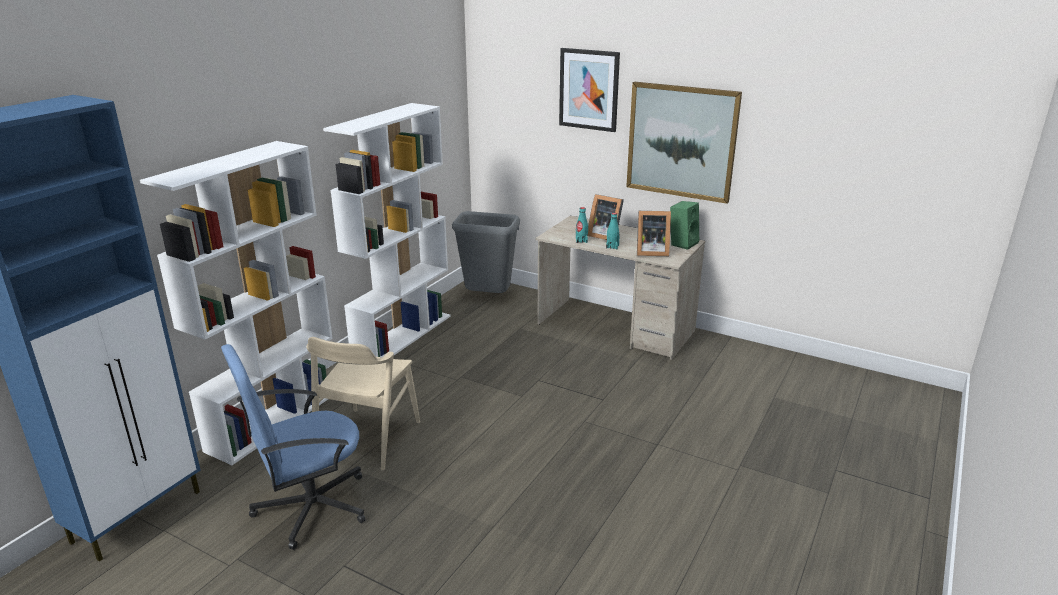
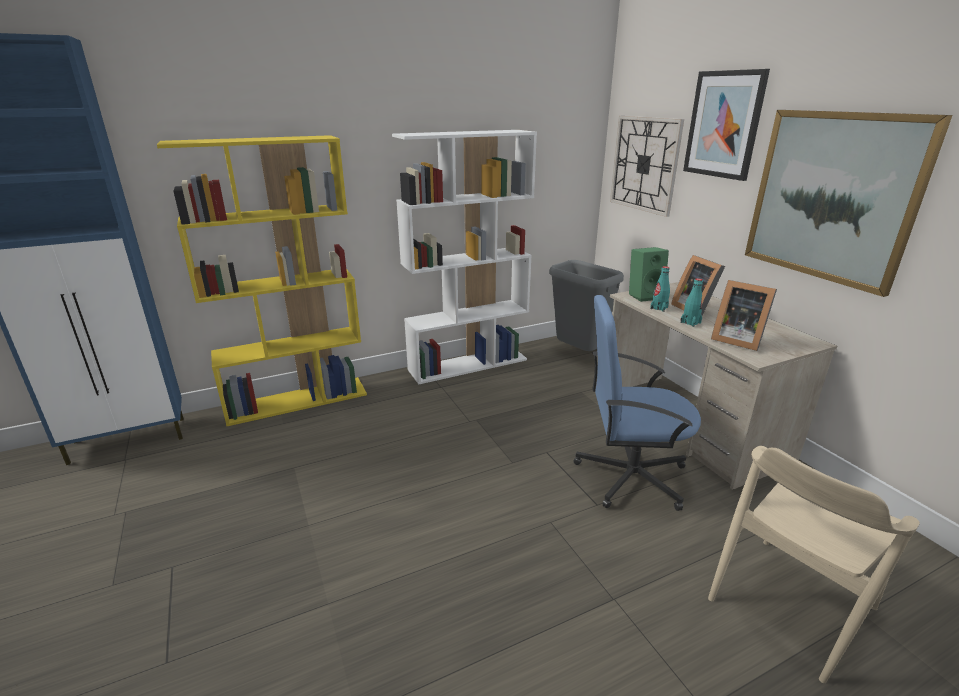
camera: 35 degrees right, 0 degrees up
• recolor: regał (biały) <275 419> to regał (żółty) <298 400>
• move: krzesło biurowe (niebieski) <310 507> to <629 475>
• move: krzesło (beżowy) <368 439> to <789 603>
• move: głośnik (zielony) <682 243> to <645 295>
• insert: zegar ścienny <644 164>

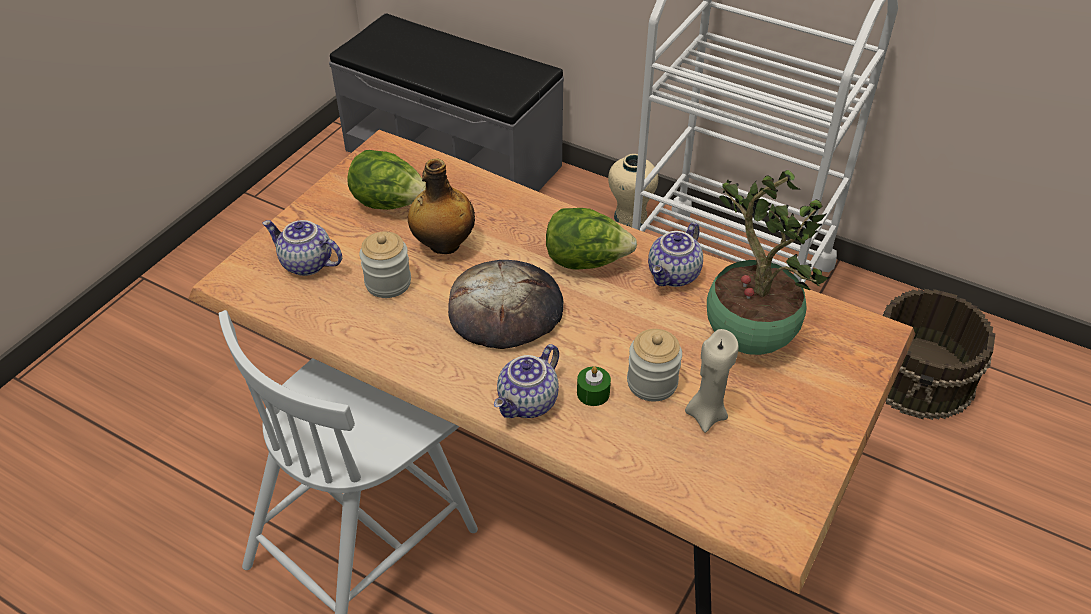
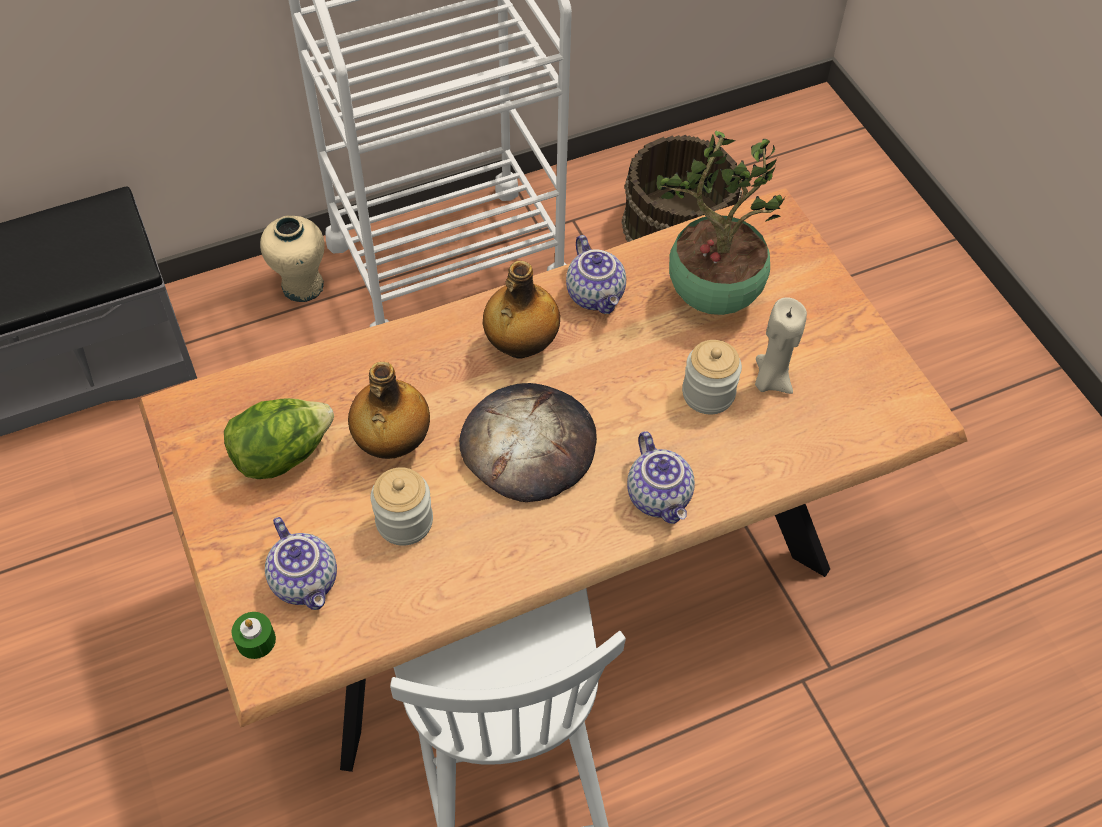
camera: 55 degrees left, 10 degrees up
• rotate: imbryk <306 264> = <307 581> 90 degrees counterclockwise
• replace: sałata <586 261> to butelka <520 346>
• move: świeca (zielony) <593 393> to <256 640>

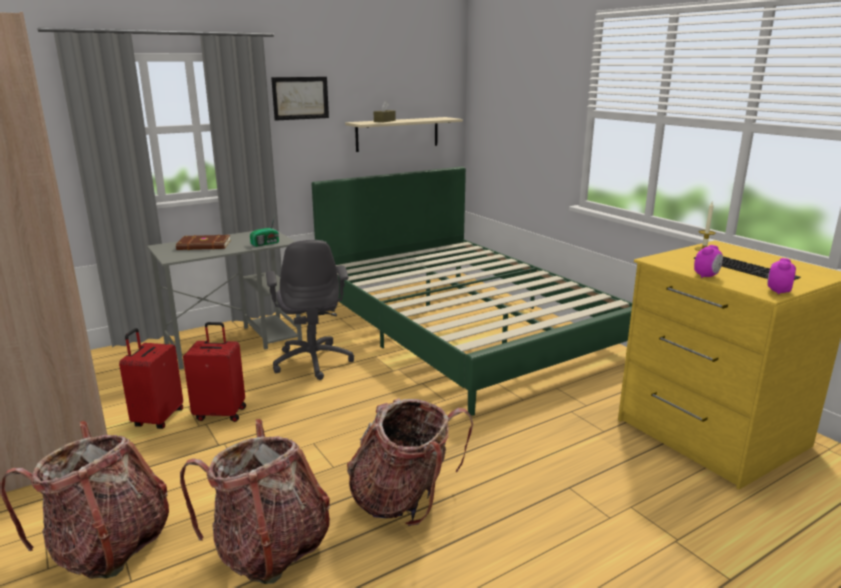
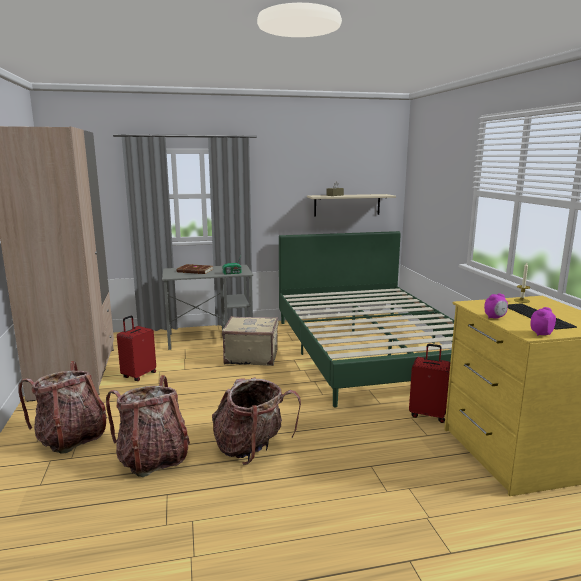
camera: 20 degrees right, 5 degrees down
• move: walizka (czerwony) <221 413> to <428 414>
• replace: krzesło biurowe (szary) <313 361> to walizka (beżowy) <251 356>
• delete: obraz <300 98>

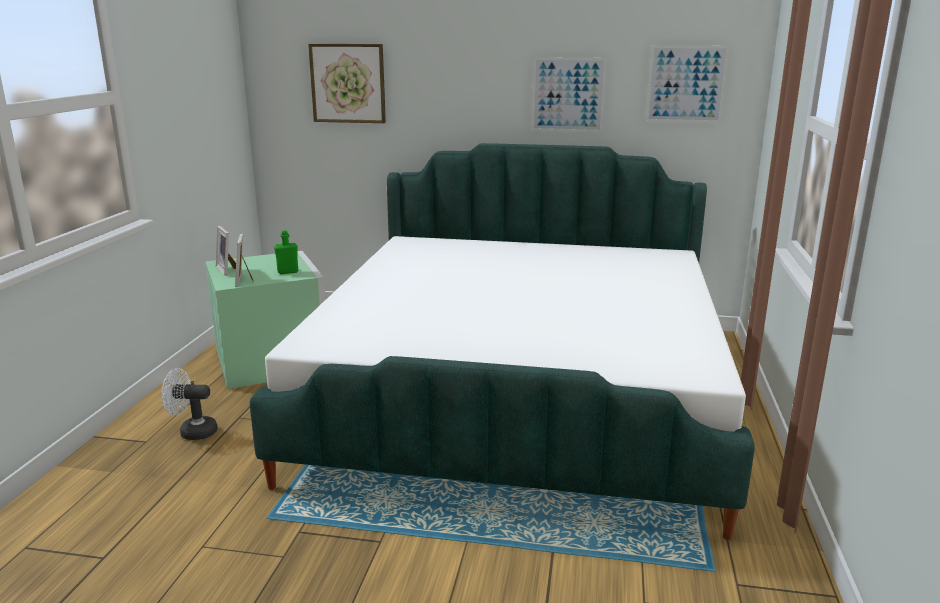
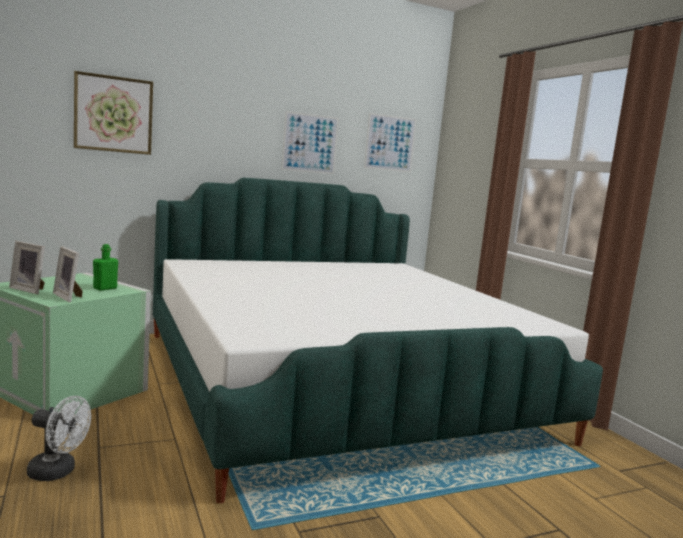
camera: 35 degrees left, 10 degrees down
• rotate: wentylator (biały) <192 432> = <58 472> 135 degrees counterclockwise

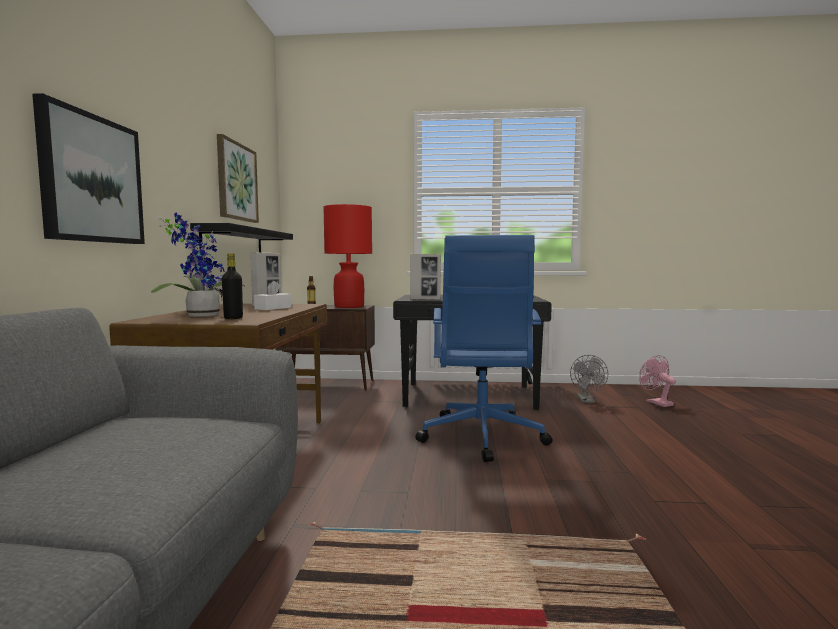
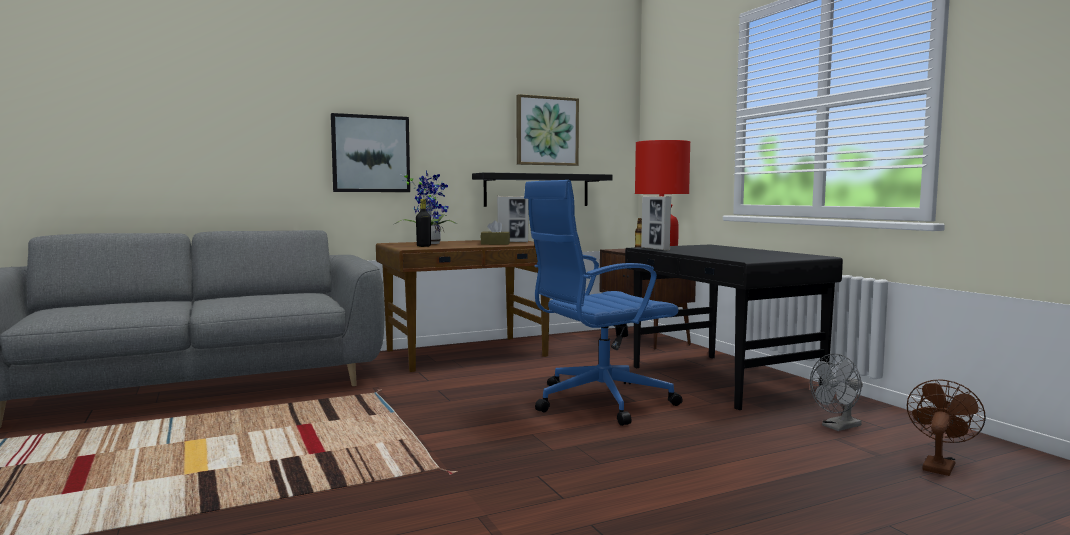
camera: 60 degrees right, 0 degrees up
• recolor: pudełko chusteczek (biały) <273 308> to pudełko chusteczek (brązowy) <495 244>
• recolor: wentylator (różowy) <656 402> to wentylator (brązowy) <939 465>

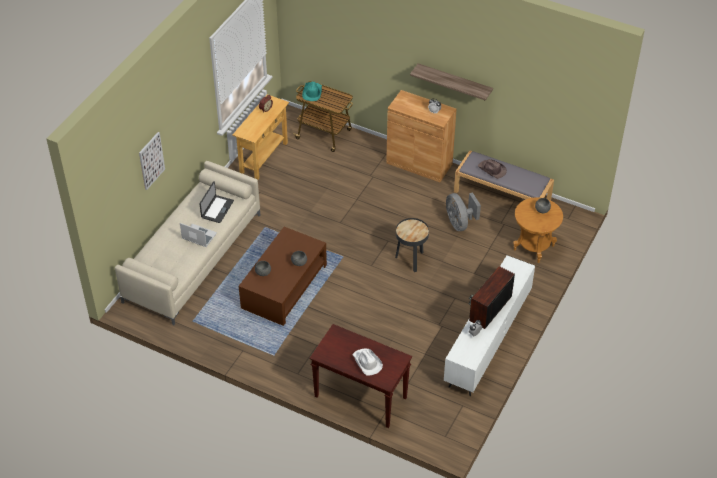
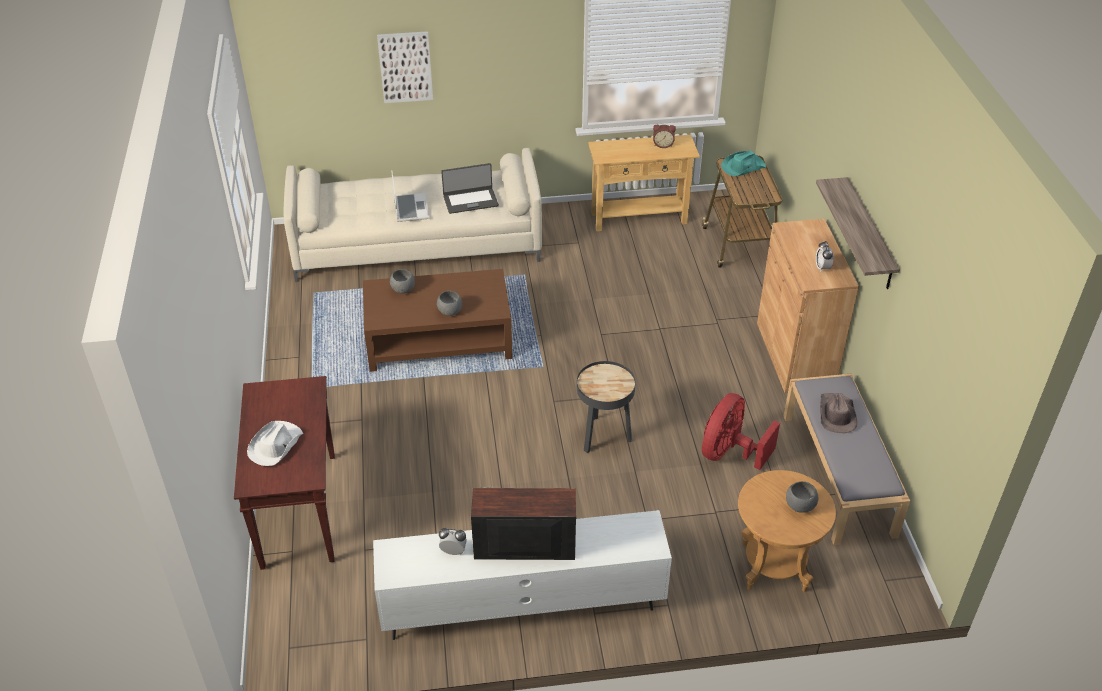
camera: 55 degrees right, 5 degrees down
• recolor: wentylator (szary) <459 223> to wentylator (czerwony) <729 453>

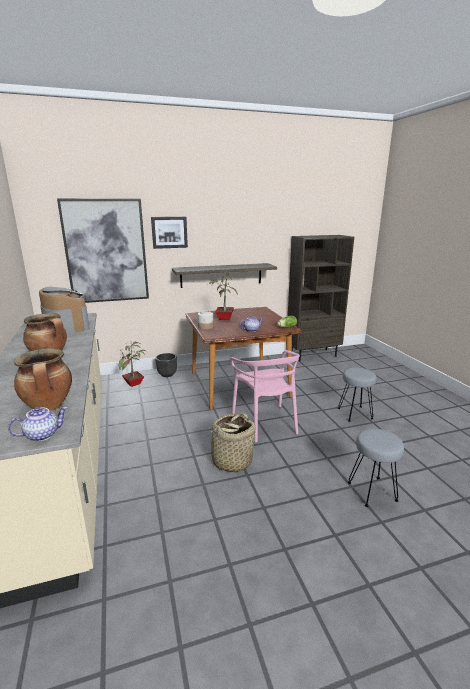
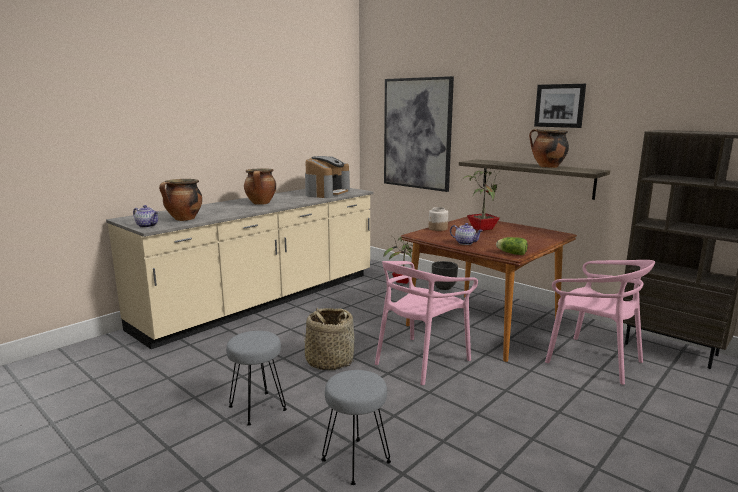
camera: 60 degrees right, 5 degrees down
• move: obraz <169 232> to <559 105>
• move: stołek (szary) <354 413> to <257 408>
• insert: garnek <547 167>
• insert: krzesło (różowy) <593 360>

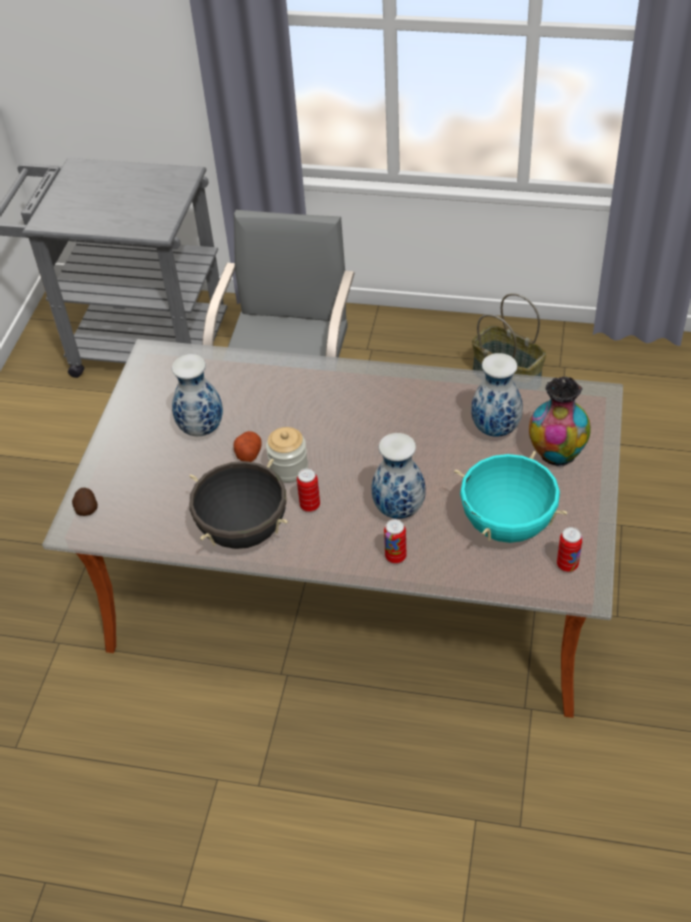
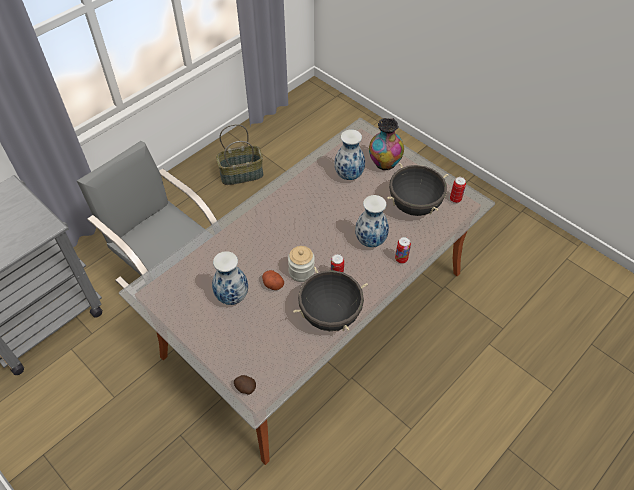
camera: 60 degrees left, 5 degrees up
• recolor: garnek (turkusowy) <507 525> to garnek (czarny) <414 206>

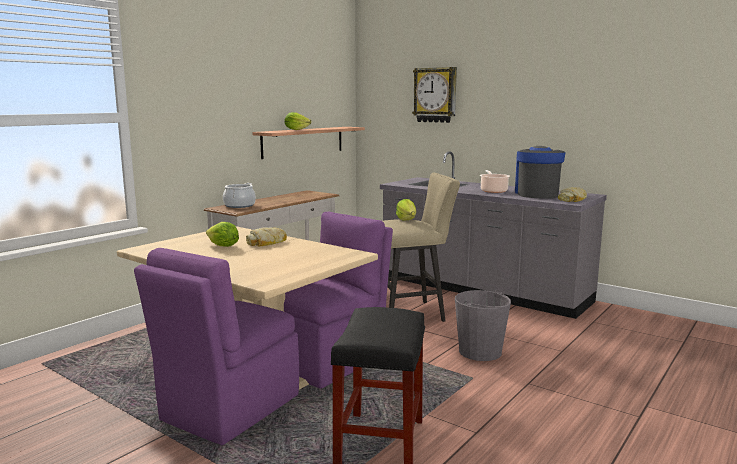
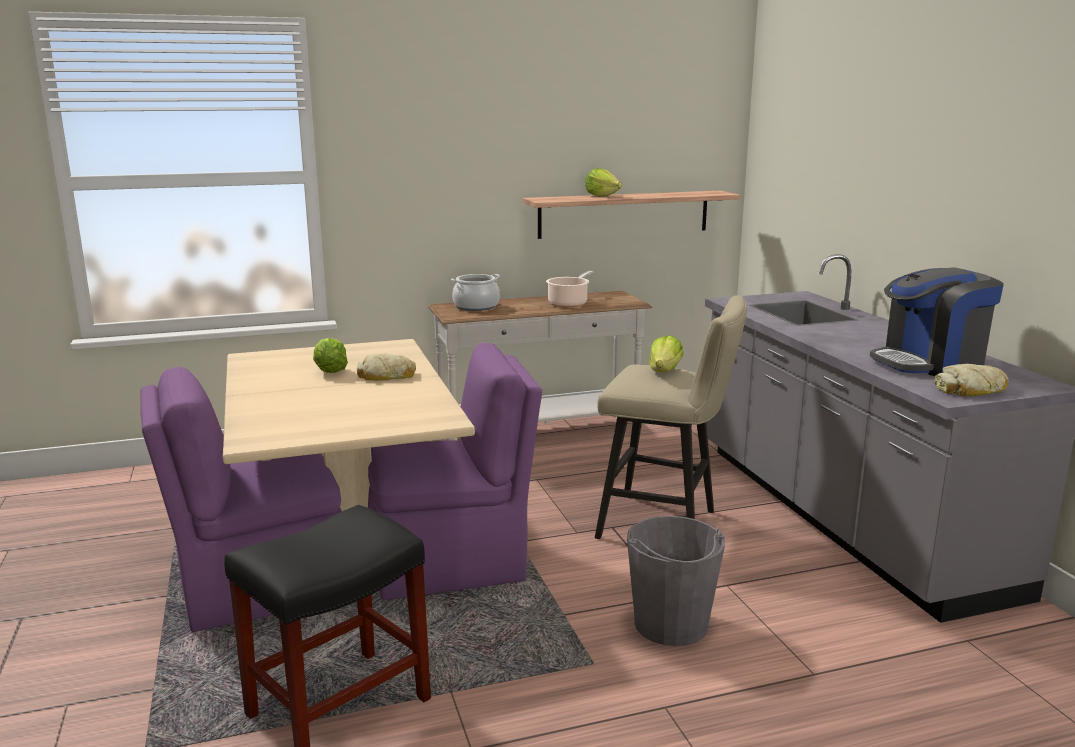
camera: 35 degrees right, 5 degrees up
• delete: zegar ścienny <435 95>
• move: garnek <493 191> to <569 303>
• rotate: ekspres do kawy <537 194> = <930 363> 150 degrees counterclockwise

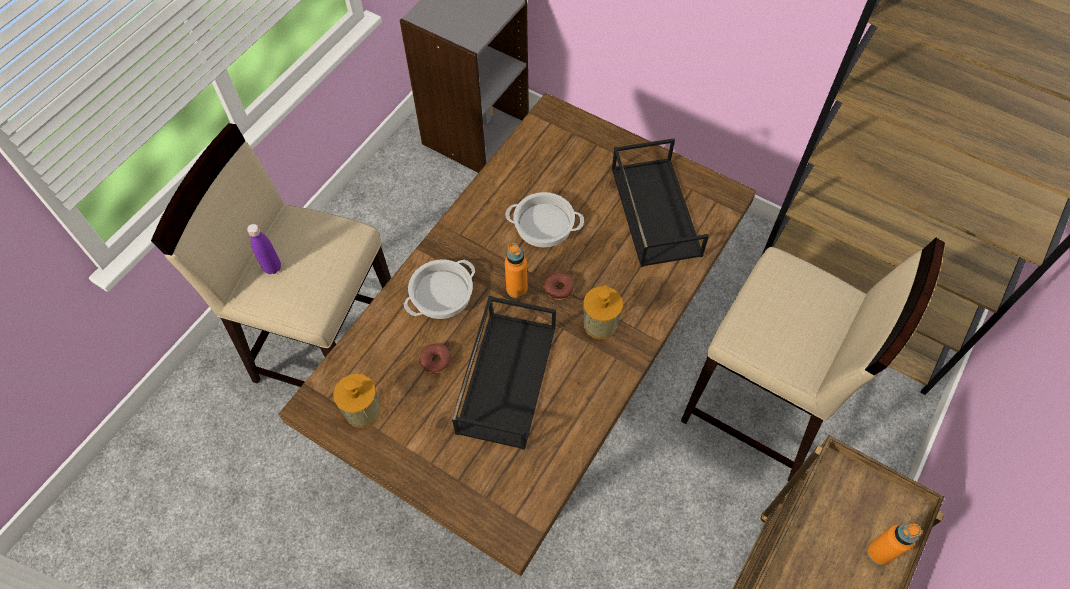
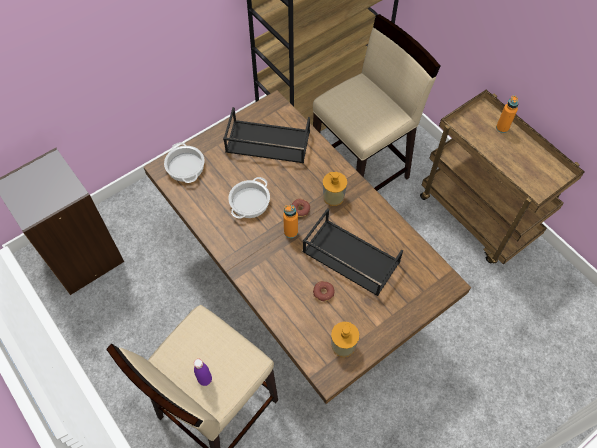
camera: 70 degrees left, 0 degrees up
• move: garnek <441 293> to <185 166>

